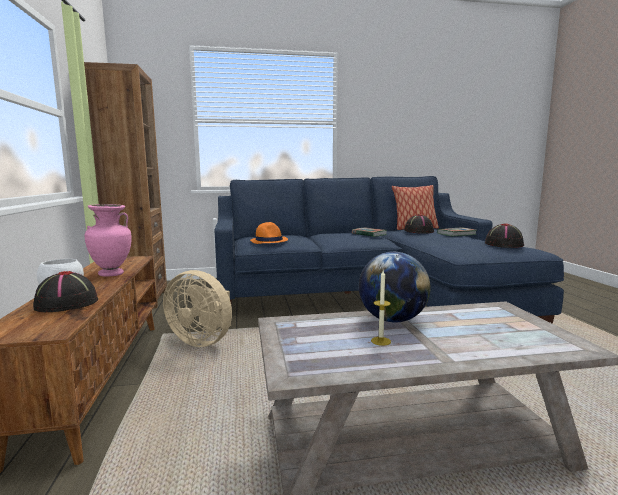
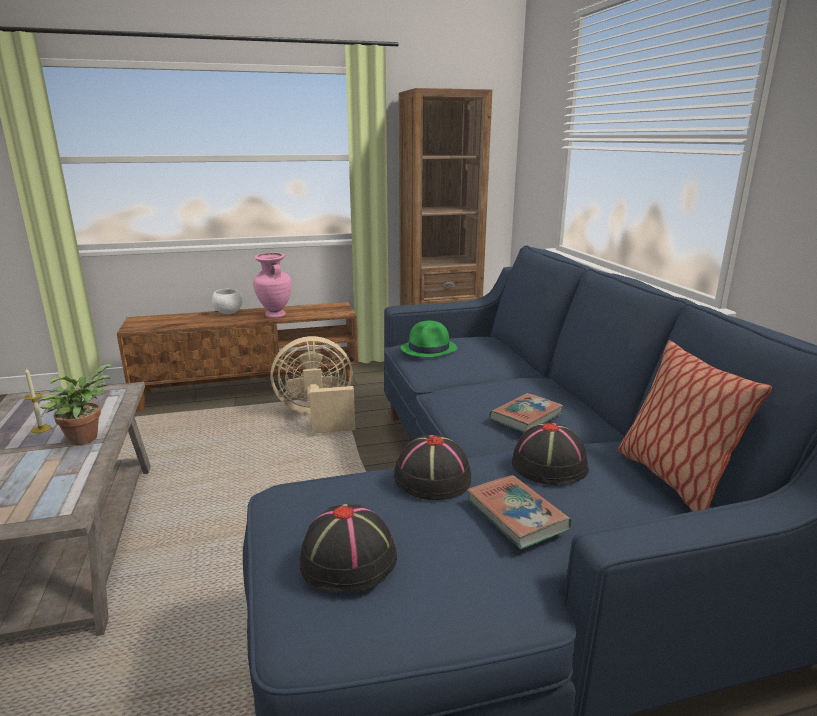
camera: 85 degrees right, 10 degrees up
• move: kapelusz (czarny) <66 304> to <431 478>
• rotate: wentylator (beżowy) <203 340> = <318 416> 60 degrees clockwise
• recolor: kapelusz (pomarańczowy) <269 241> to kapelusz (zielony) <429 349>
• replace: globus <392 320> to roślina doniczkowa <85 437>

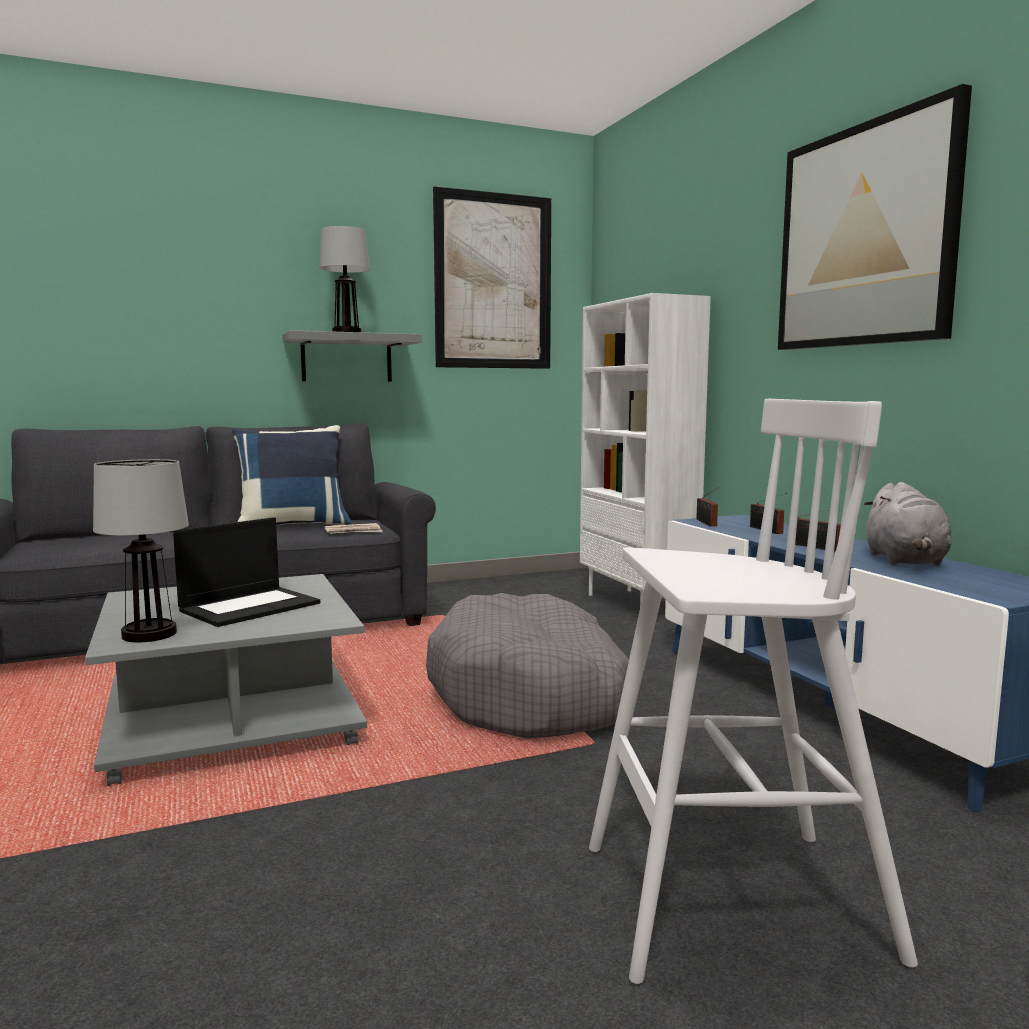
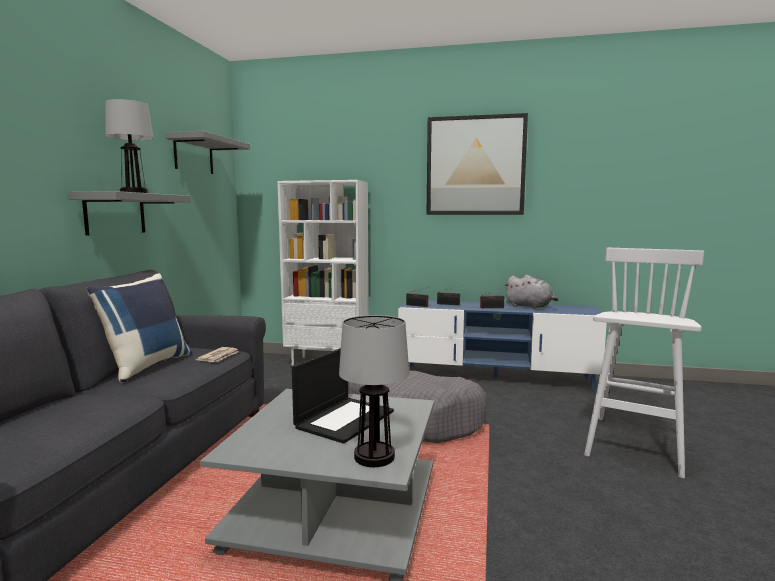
camera: 55 degrees left, 0 degrees up
• rotate: laptop <250 606> = <344 419> 45 degrees clockwise
• replace: obraz <493 281> to półka (szary) <193 155>

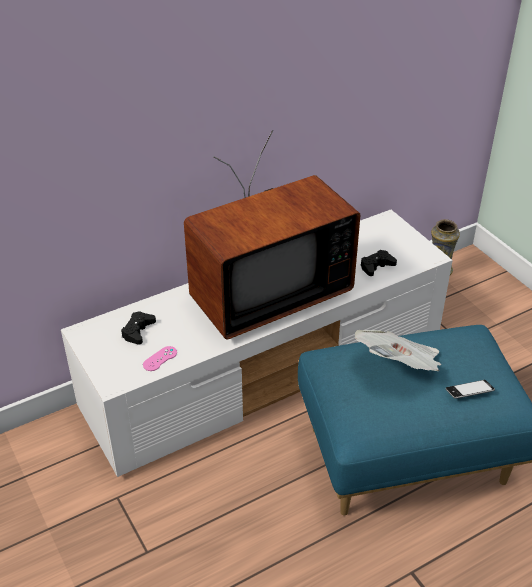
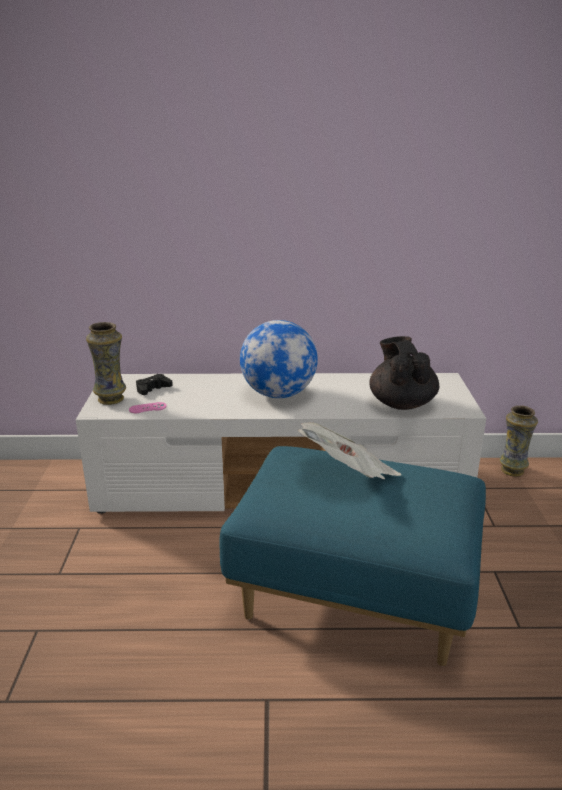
camera: 30 degrees right, 15 degrees down
• replace: telewizor <264 294> to globus <278 394>
• replace: pad do gier (czarny) <376 266> to imbryk (czarny) <401 403>
• delete: telefon <469 392>
• insert: wazon <111 399>

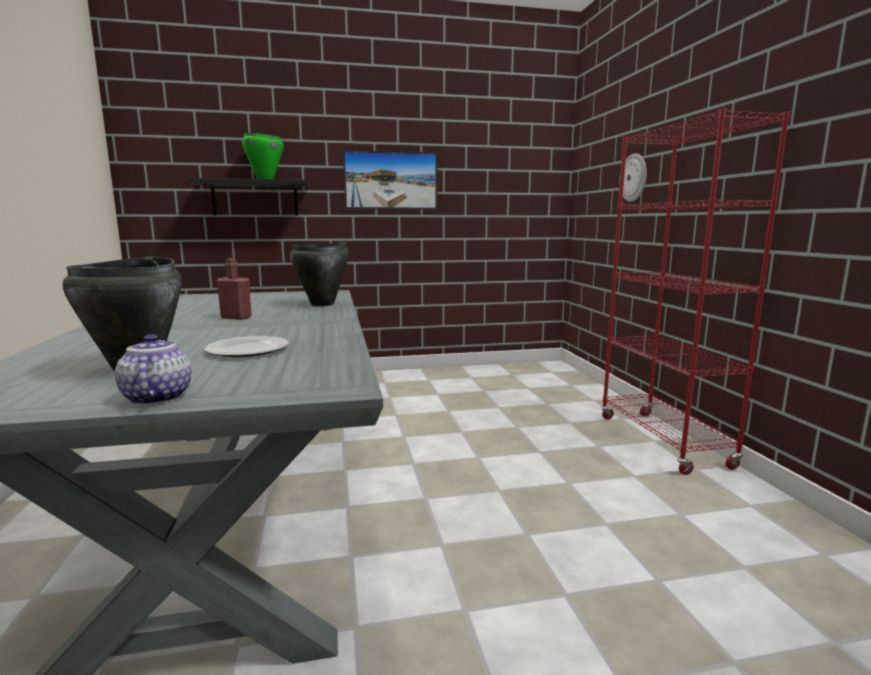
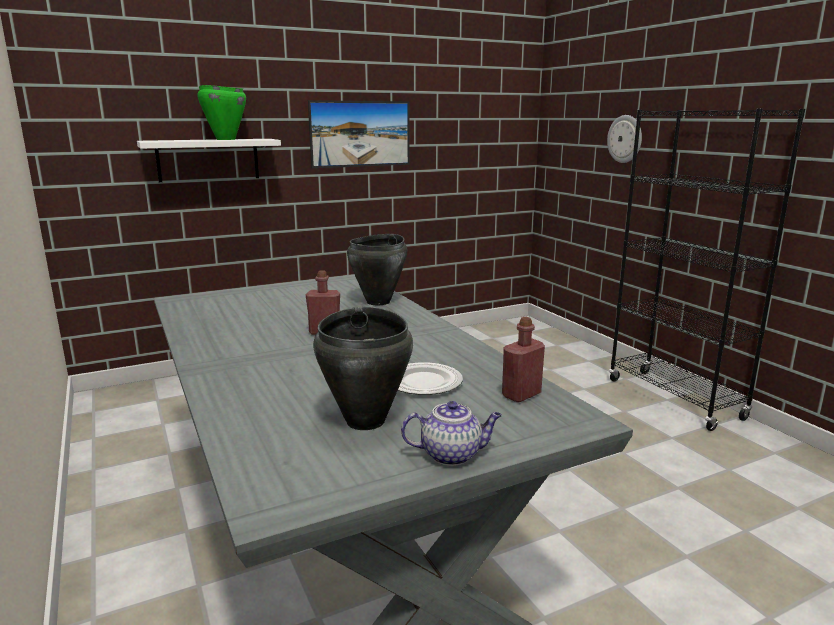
camera: 15 degrees left, 5 degrees up
• rotate: imbryk <156 397> = <452 454> 120 degrees clockwise
• recolor: półka (czarny) <255 198> to półka (biały) <208 160>
• recolor: regał (czerwony) <663 441> to regał (czarny) <674 399>
• insert: butelka (czerwony) <521 395>

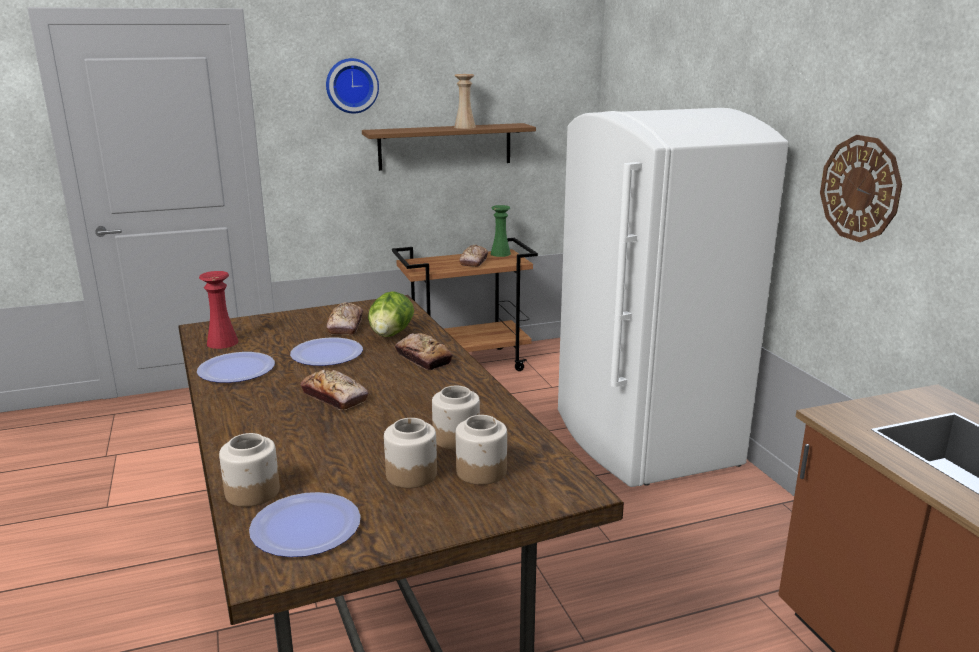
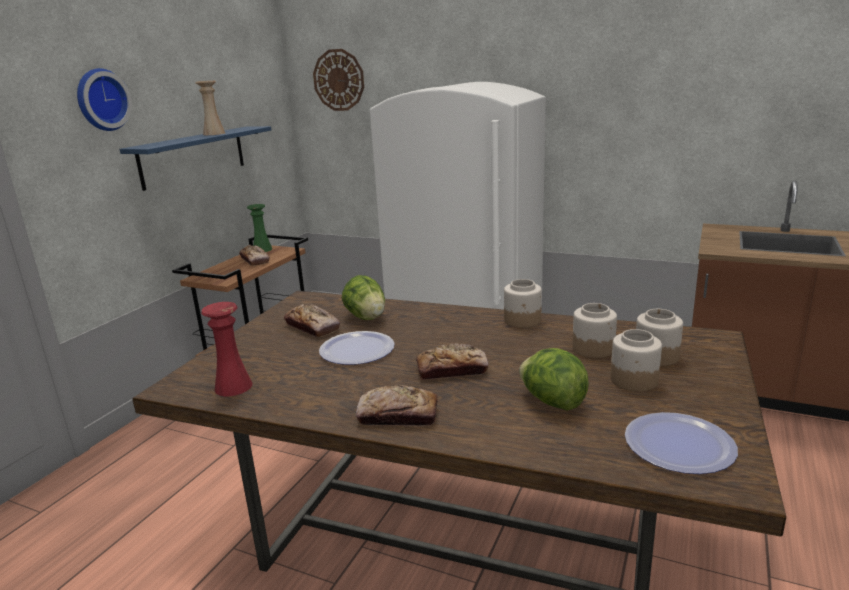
camera: 45 degrees left, 0 degrees up
• delete: talerz <236 369>
• move: słoik <252 492> to <522 320>
• recolor: półka (brązowy) <445 146> to półka (niebieski) <193 156>
• move: chleb <423 358> to <398 416>
• move: zegar ścienny <860 188> to <339 80>
• insert: sałata <552 402>

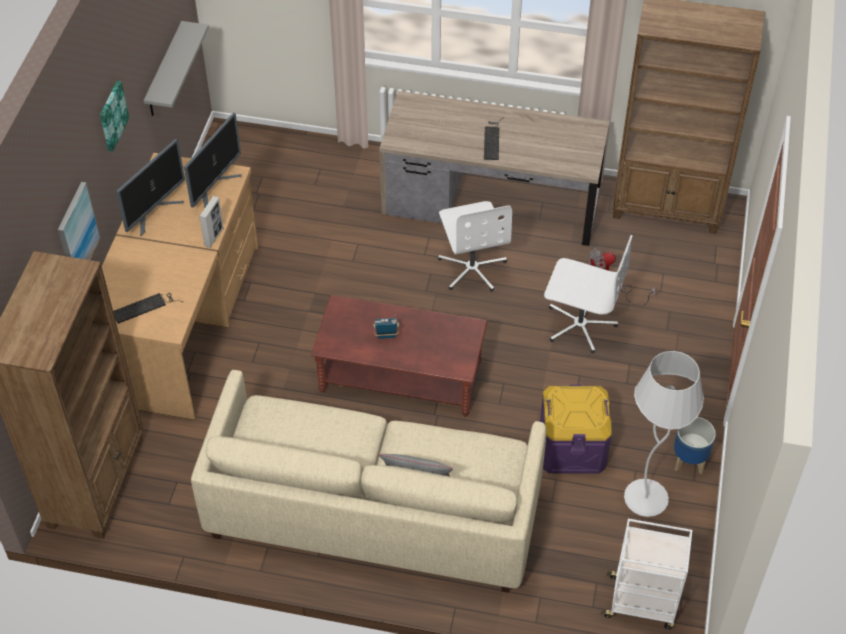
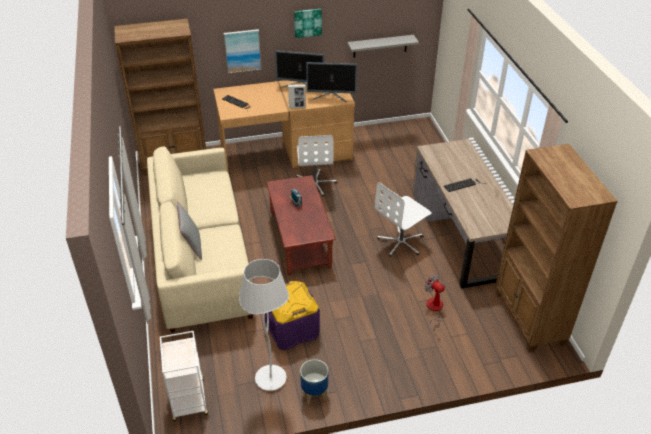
camera: 65 degrees right, 10 degrees down
• move: krzesło biurowe (biały) <579 324> to <315 184>

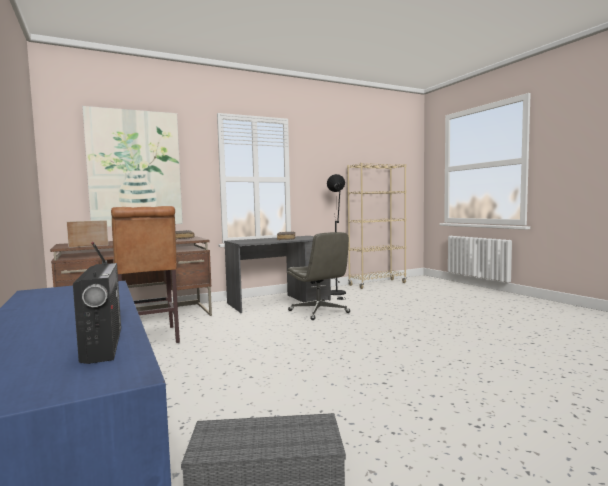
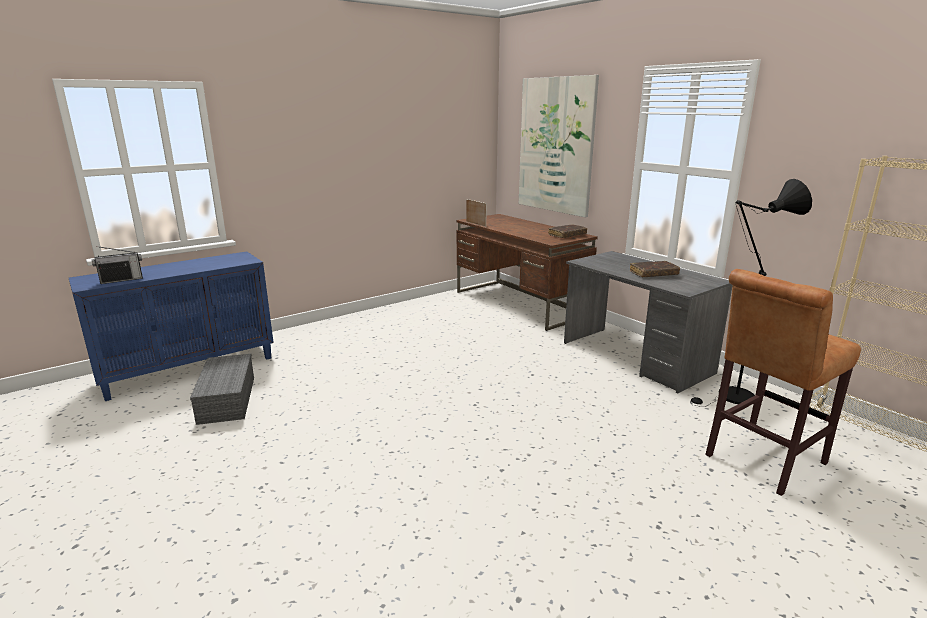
camera: 80 degrees right, 15 degrees up
• move: stołek (brązowy) <149 339> to <761 461>
• delete: krzesło biurowe (szary) <319 312>

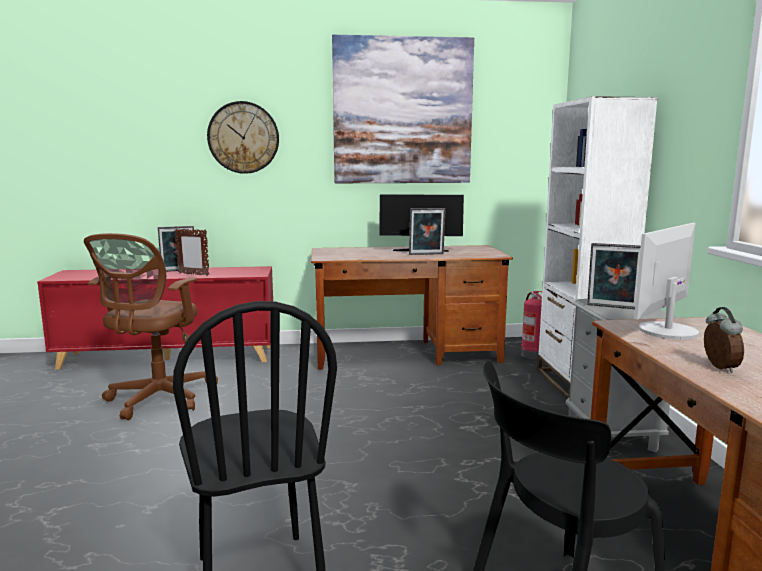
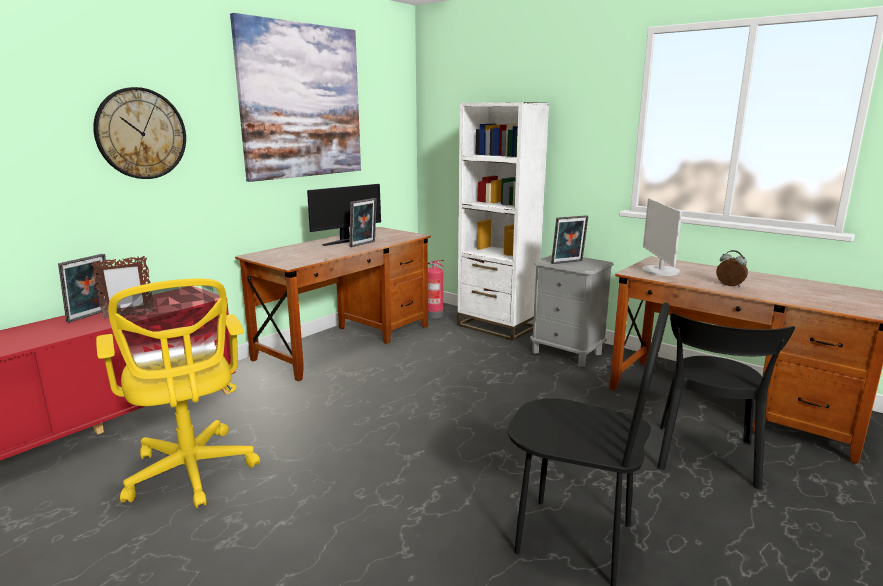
camera: 45 degrees left, 5 degrees up
• recolor: krzesło biurowe (brązowy) <157 400> to krzesło biurowe (żółty) <191 473>

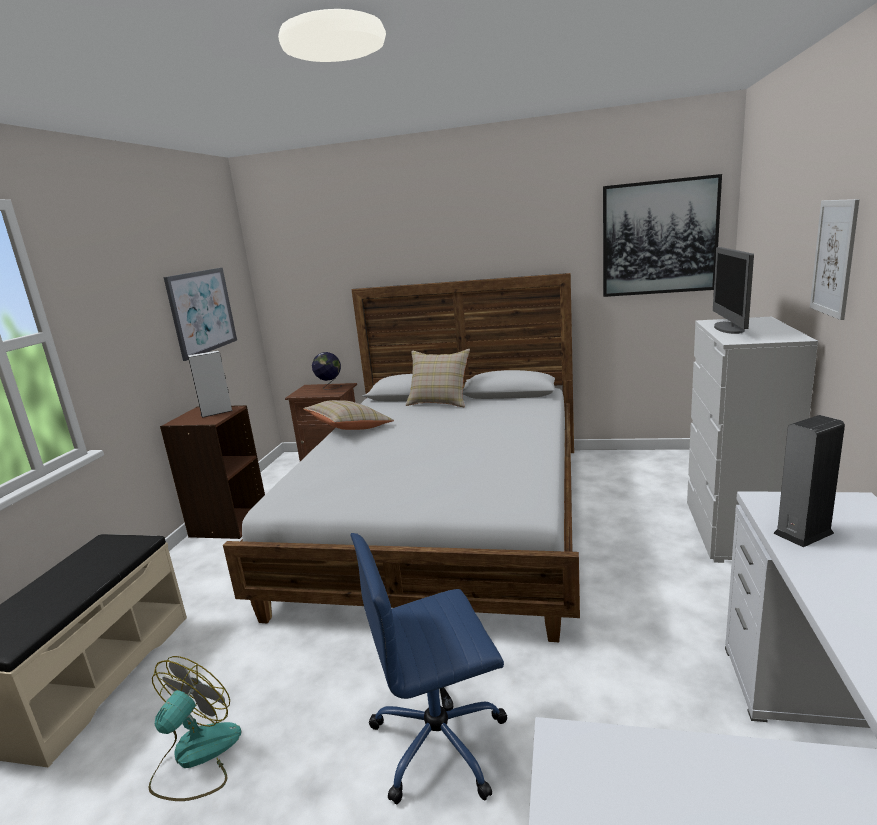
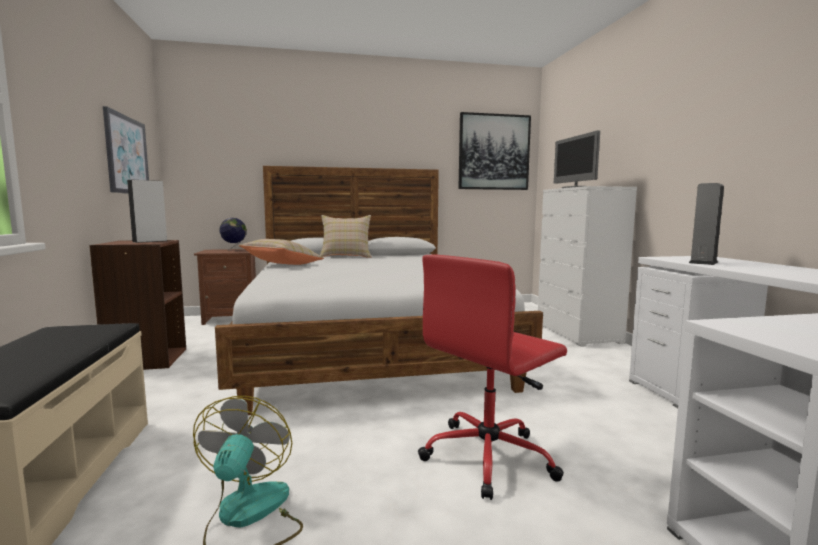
camera: 25 degrees left, 10 degrees down
• recolor: krzesło biurowe (niebieski) <441 741> to krzesło biurowe (czerwony) <489 457>
• delete: obraz <834 258>

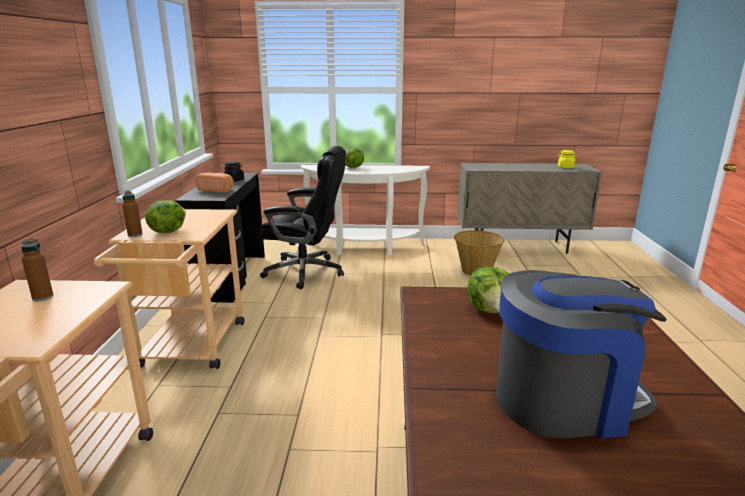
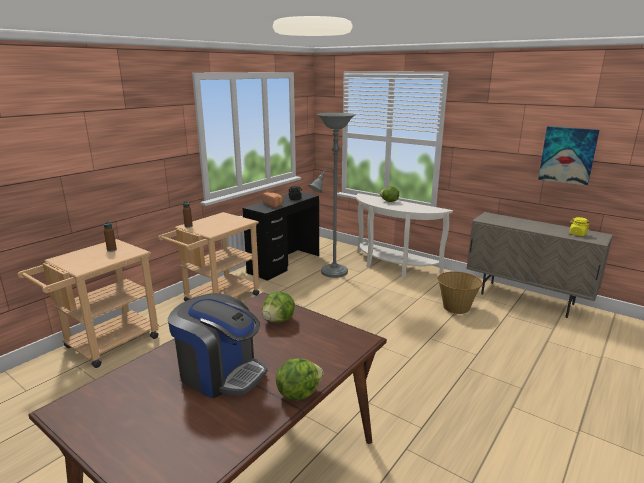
camera: 35 degrees right, 0 degrees up
• move: sałata <167 231> to <298 393>
• replace: krzesło biurowe (czarny) <306 272> to lampa stojąca (szary) <331 273>
• insert: obraz <567 155>

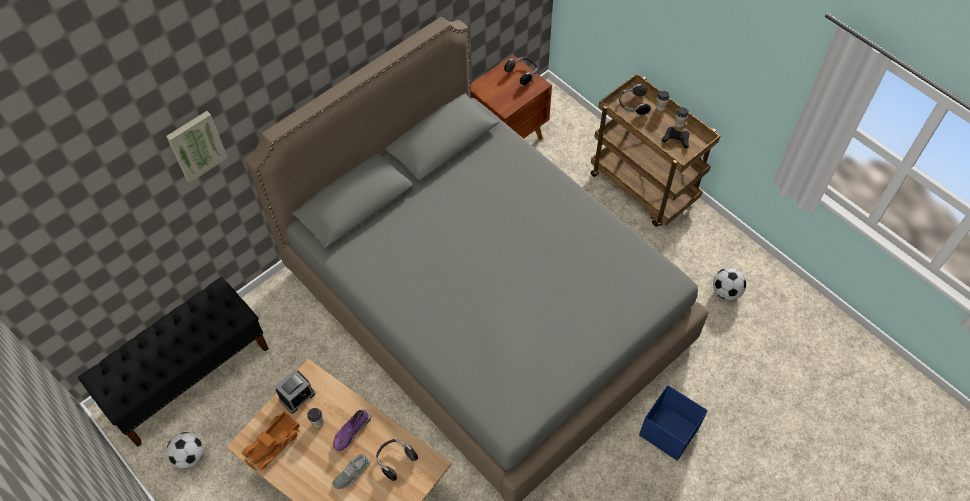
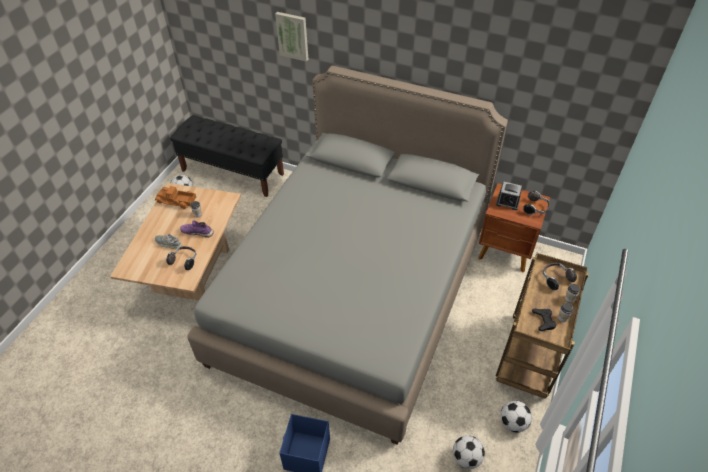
camera: 65 degrees right, 10 degrees down
• move: budzik <297 396> to <507 202>
• insert: piłka futbolowa <513 422>

